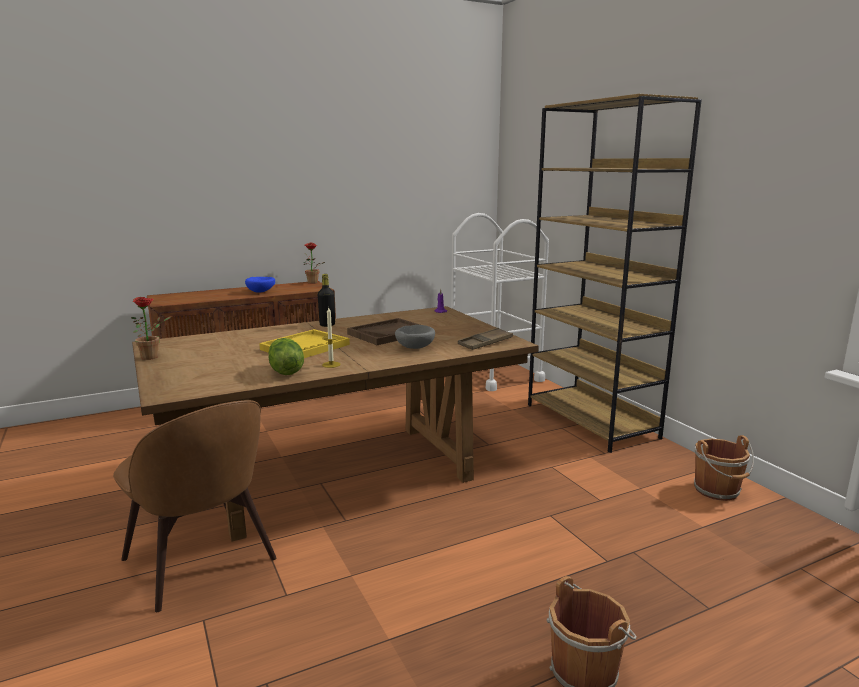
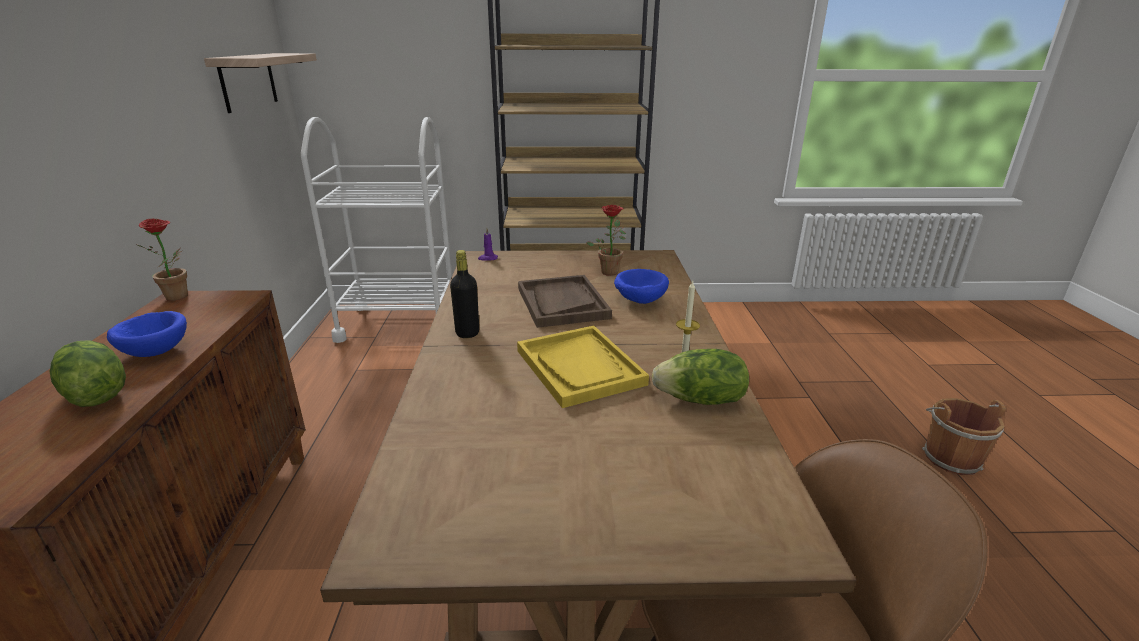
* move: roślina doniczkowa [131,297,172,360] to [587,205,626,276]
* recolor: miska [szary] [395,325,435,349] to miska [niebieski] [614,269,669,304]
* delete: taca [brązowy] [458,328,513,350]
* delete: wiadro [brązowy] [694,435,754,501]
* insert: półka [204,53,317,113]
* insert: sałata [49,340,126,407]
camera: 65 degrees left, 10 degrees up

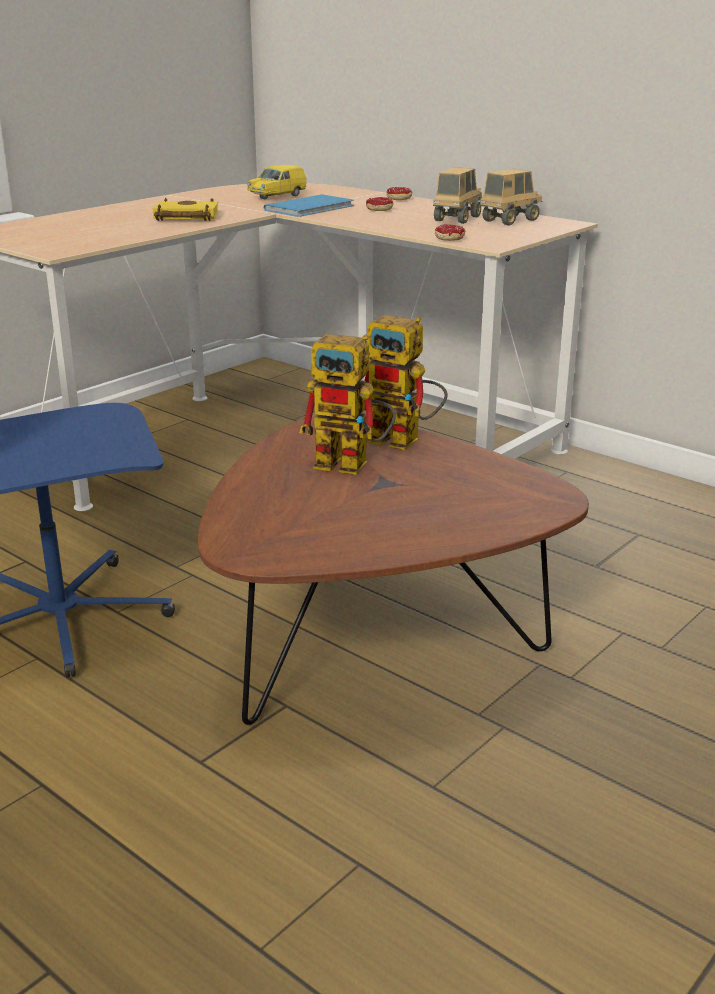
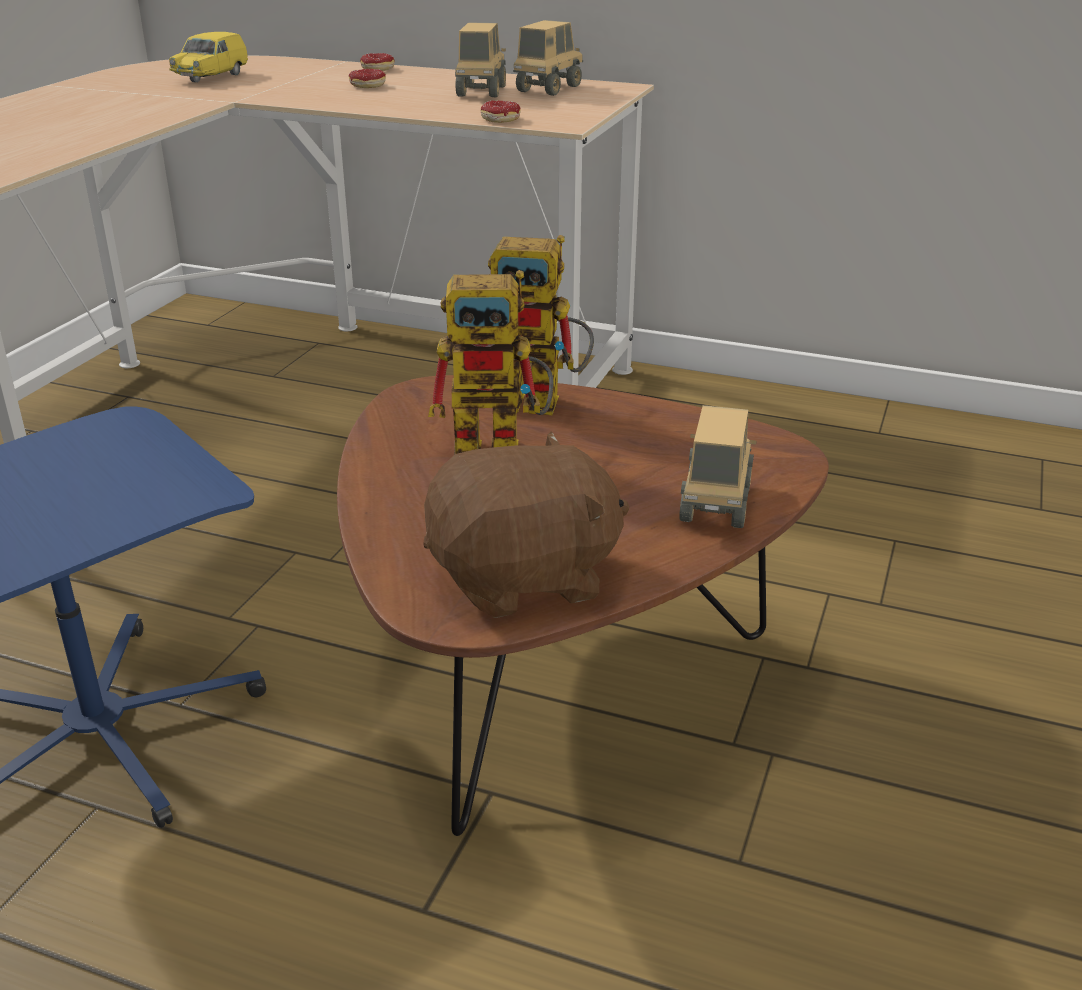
* delete: książka [niebieski] [263,194,354,217]
* delete: książka [żółty] [153,198,219,221]
* insert: ciężarówka zabawkowa [679,405,756,528]
* insert: pluszak [brązowy] [423,432,630,618]
camera: 20 degrees left, 5 degrees up

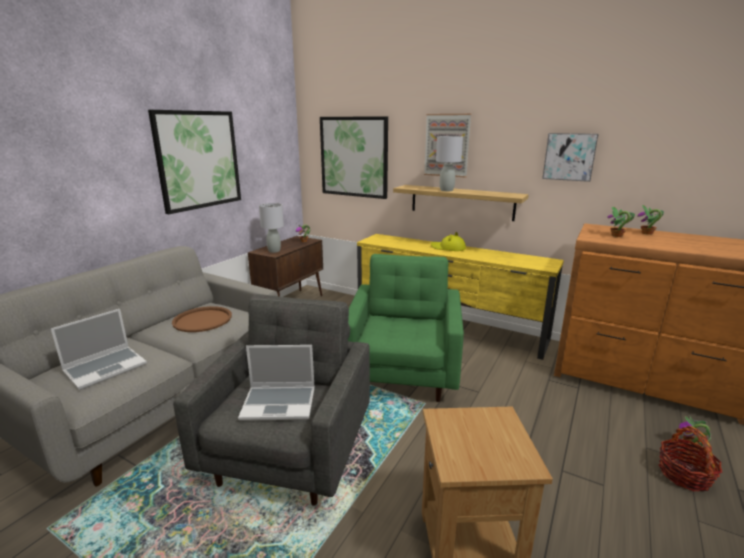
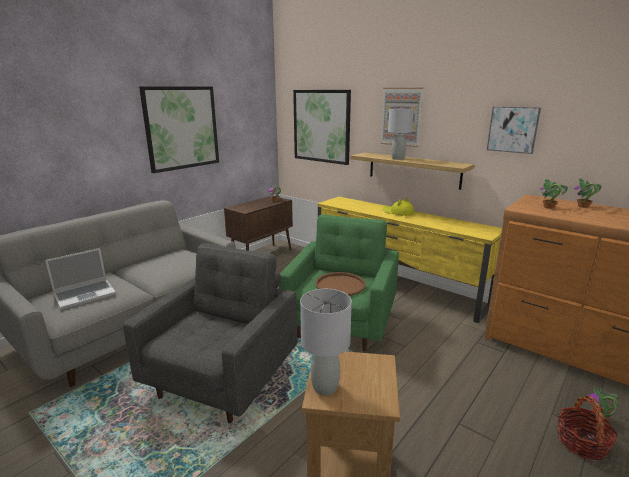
* move: lampa stołowa [szary] [259,203,284,253] to [300,289,352,395]
* move: taca [brązowy] [172,306,232,332] to [315,272,366,296]
* delete: laptop [238,345,315,421]
camera: 10 degrees right, 0 degrees up

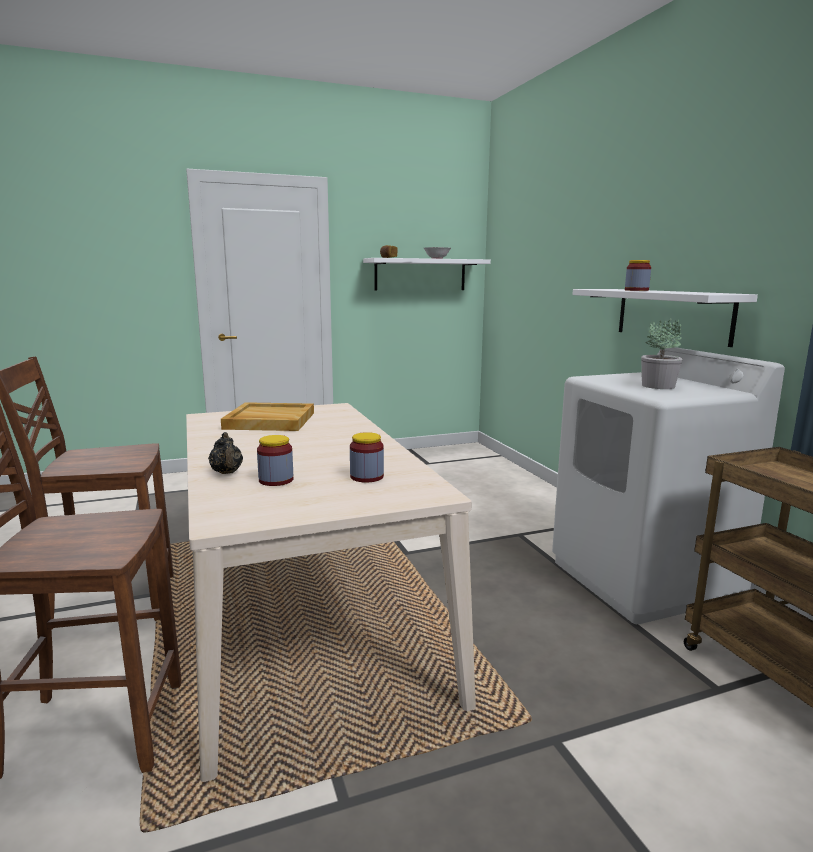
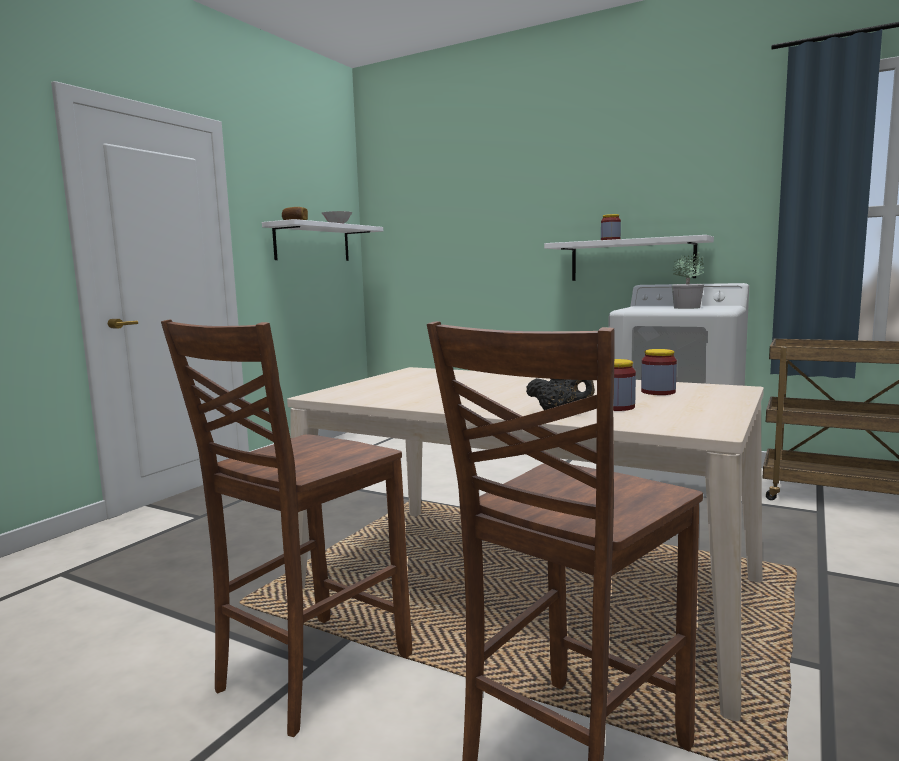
* delete: taca [beżowy] [221,402,314,431]
camera: 40 degrees left, 5 degrees down

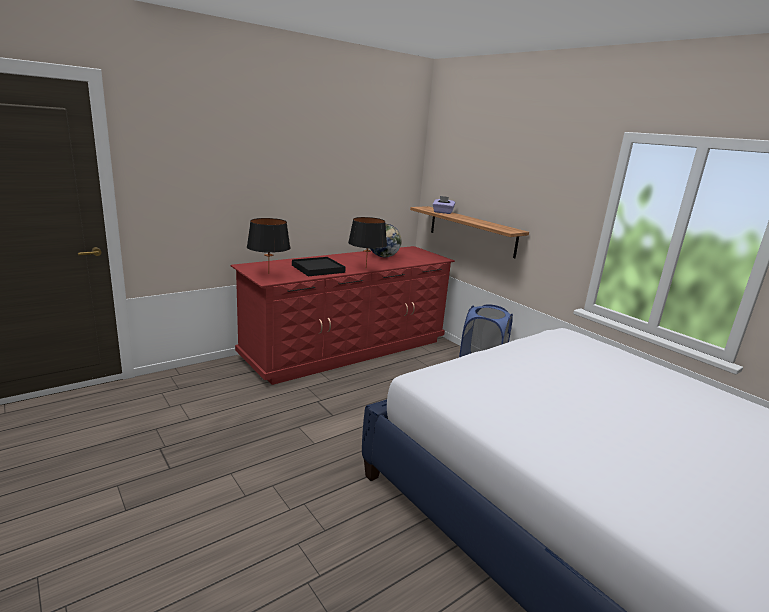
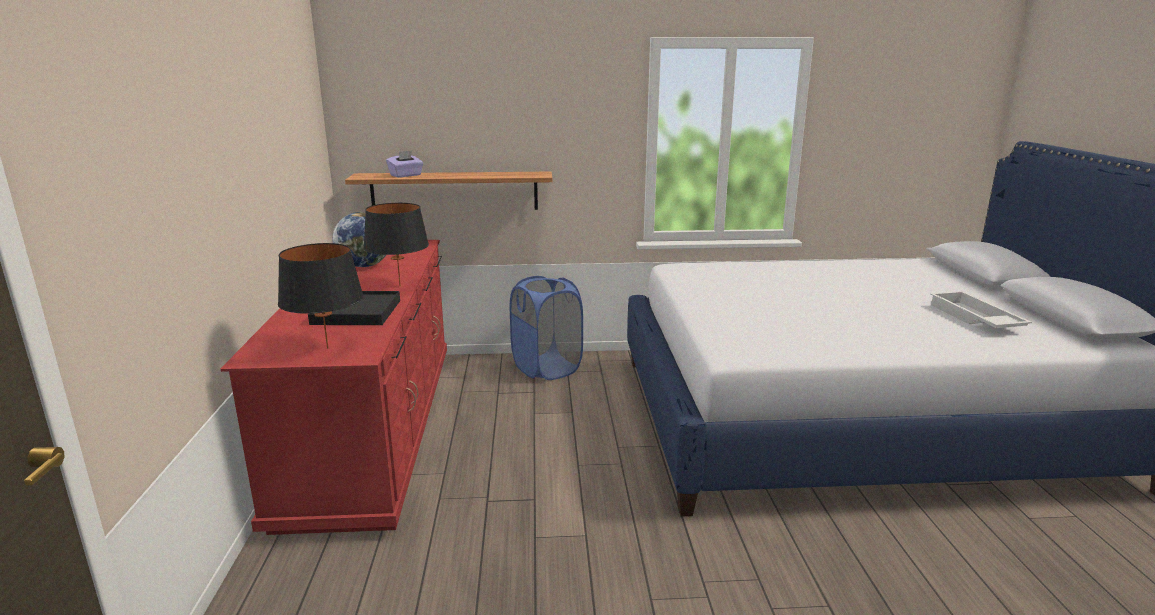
* insert: taca [biały] [930,291,1032,328]
camera: 55 degrees left, 0 degrees up

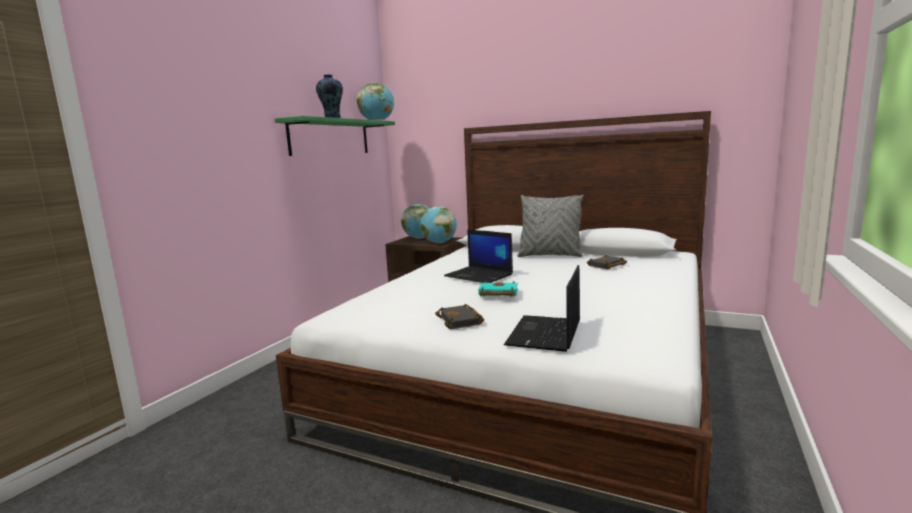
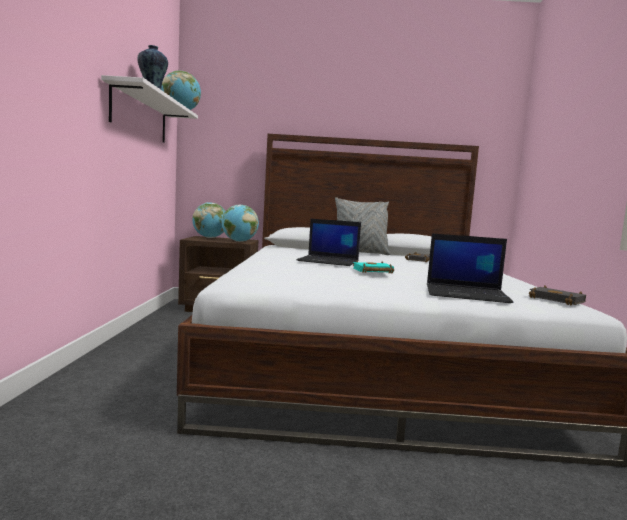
* recolor: półka [zielony] [275,116,395,156] to półka [biały] [101,75,198,143]
* rotate: laptop [504,265,580,352] = [427,233,513,303] 75 degrees counterclockwise
* move: książka [czarny] [435,304,484,329] to [529,285,586,306]
camera: 25 degrees left, 5 degrees down

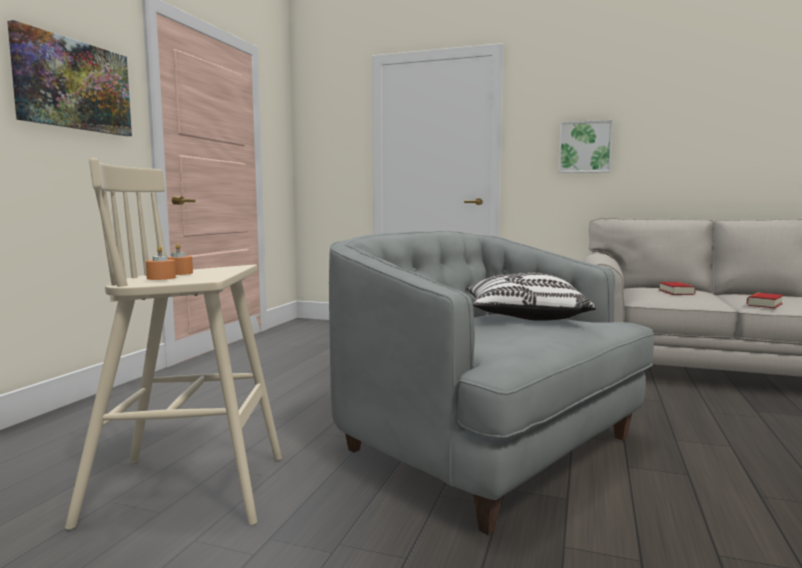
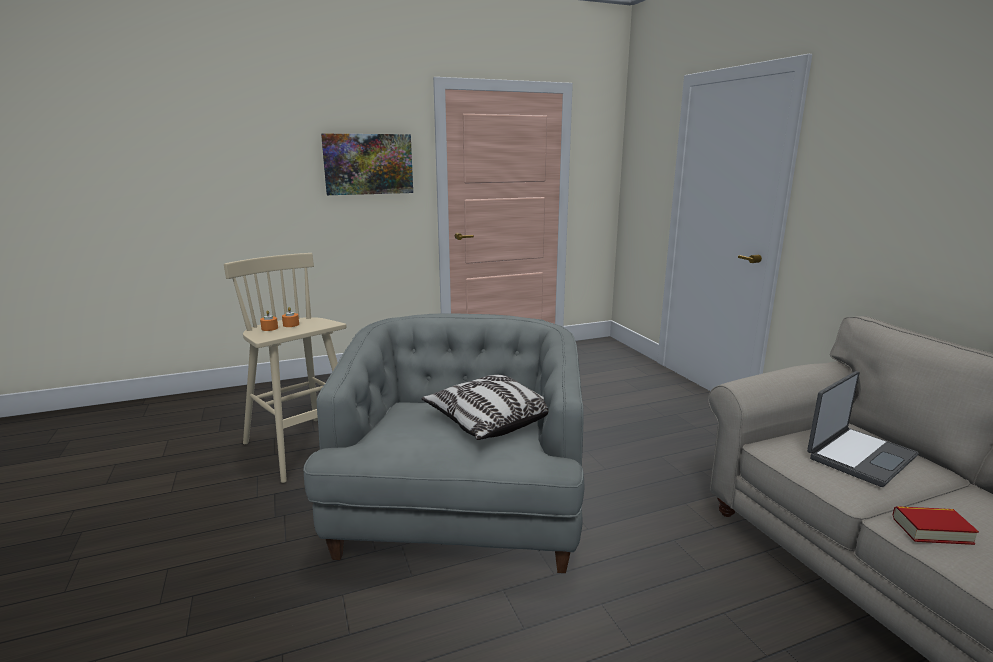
* delete: obraz [558,120,613,173]
* replace: książka [659,282,696,295] to laptop [807,371,919,487]
camera: 50 degrees right, 10 degrees up

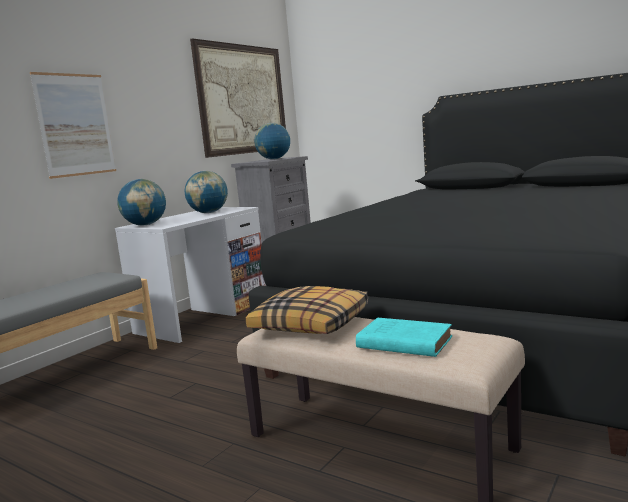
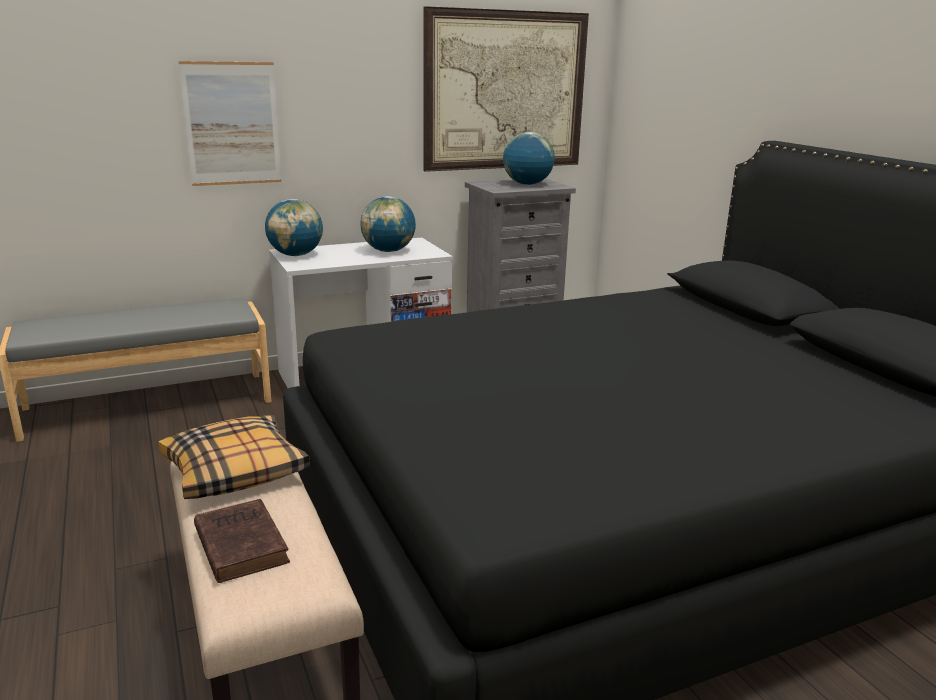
* recolor: książka [turkusowy] [356,318,452,357] to książka [brązowy] [194,499,290,583]
camera: 30 degrees right, 10 degrees up

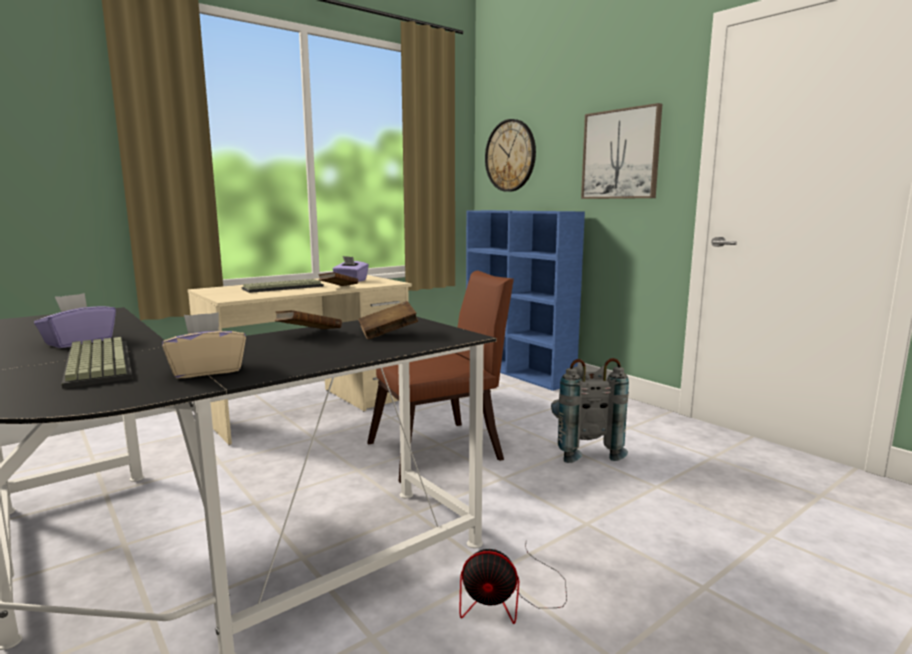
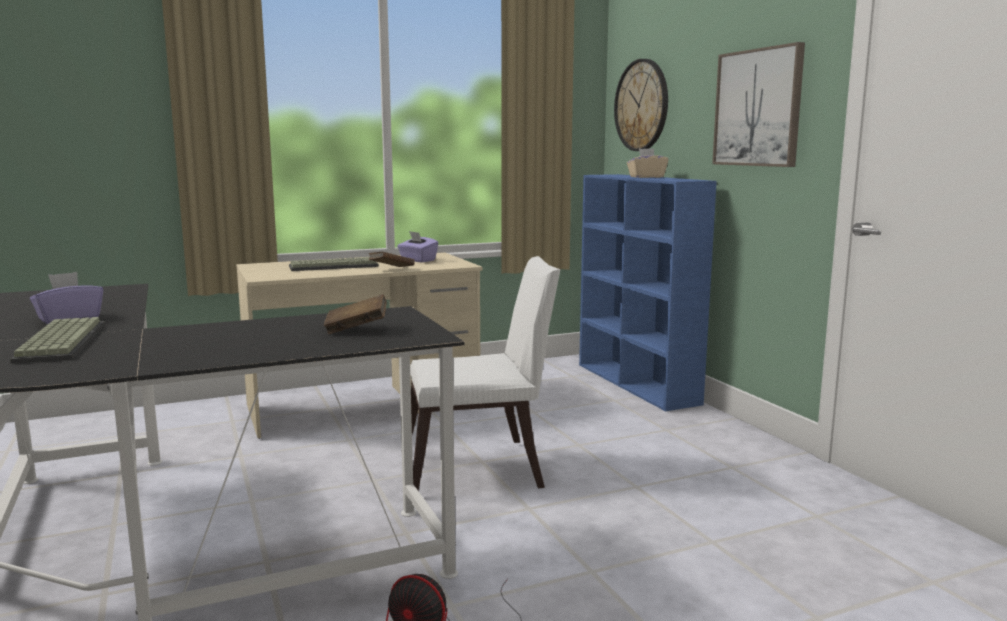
* recolor: krzesło [brązowy] [367,271,514,483] to krzesło [biały] [401,256,561,491]
* delete: książka [brązowy] [275,310,342,329]
* move: pudełko chusteczek [beżowy] [162,312,246,379] to [627,148,668,178]
* delete: plecak [szary] [551,358,629,463]
camera: 15 degrees right, 0 degrees up

